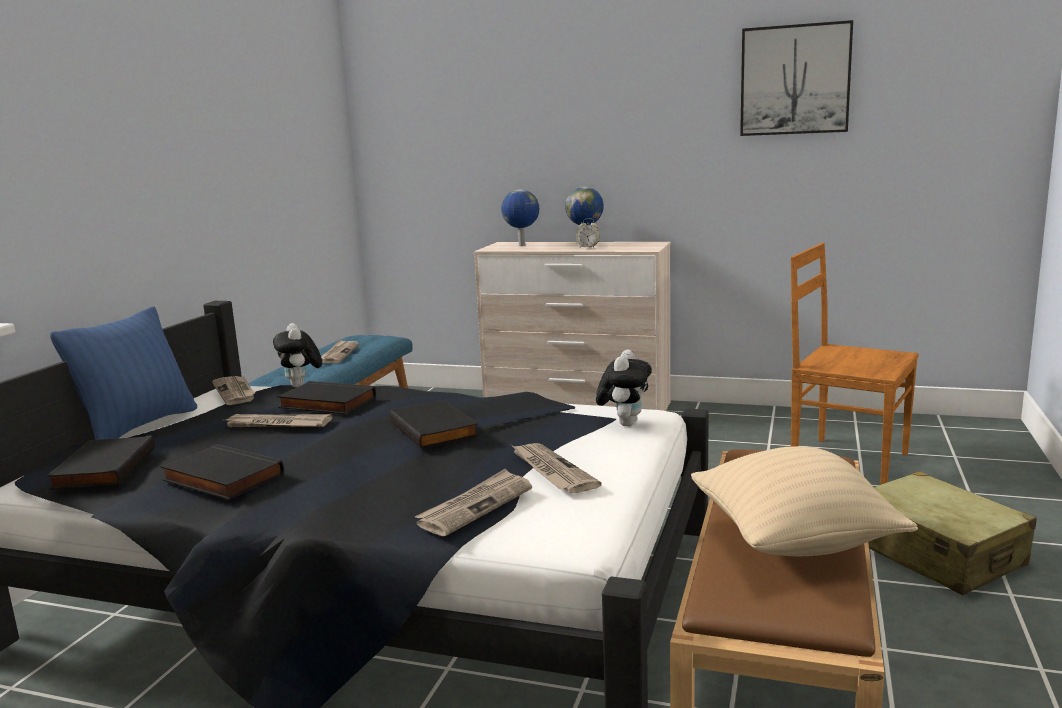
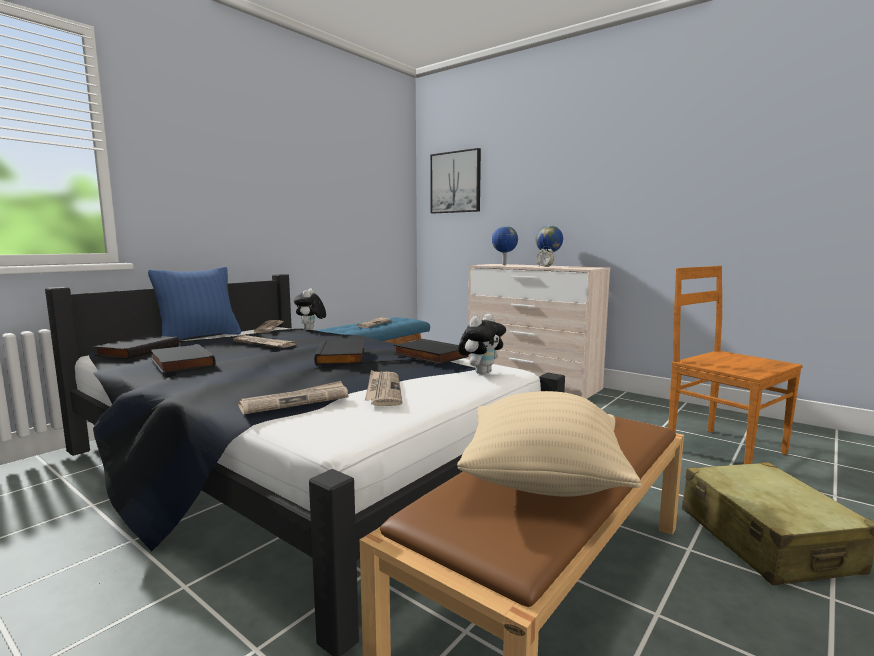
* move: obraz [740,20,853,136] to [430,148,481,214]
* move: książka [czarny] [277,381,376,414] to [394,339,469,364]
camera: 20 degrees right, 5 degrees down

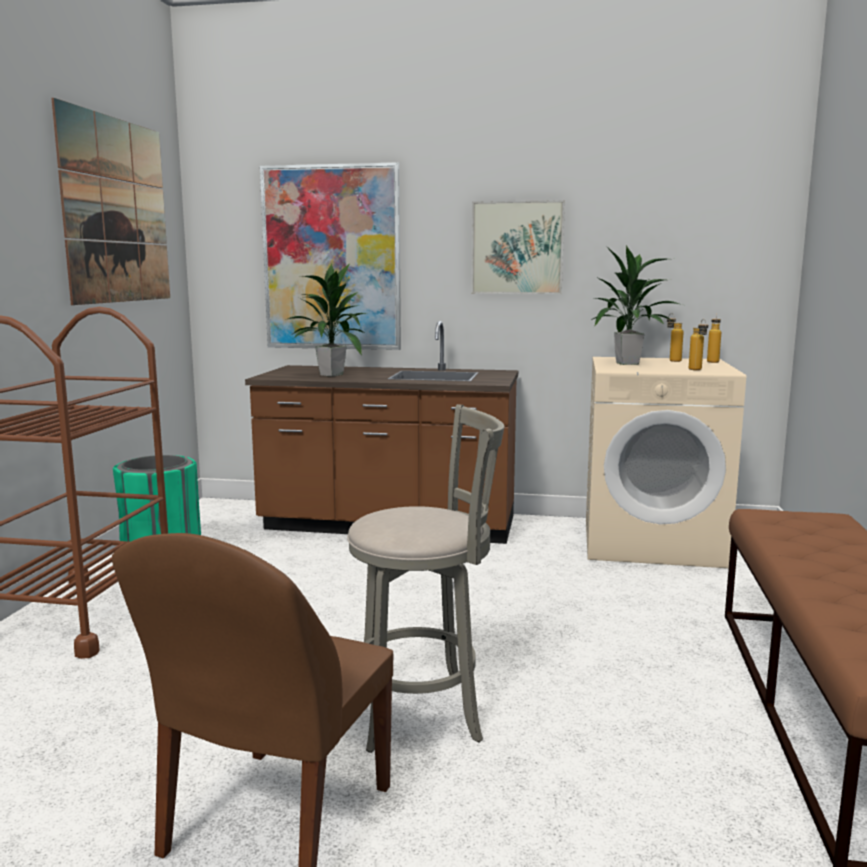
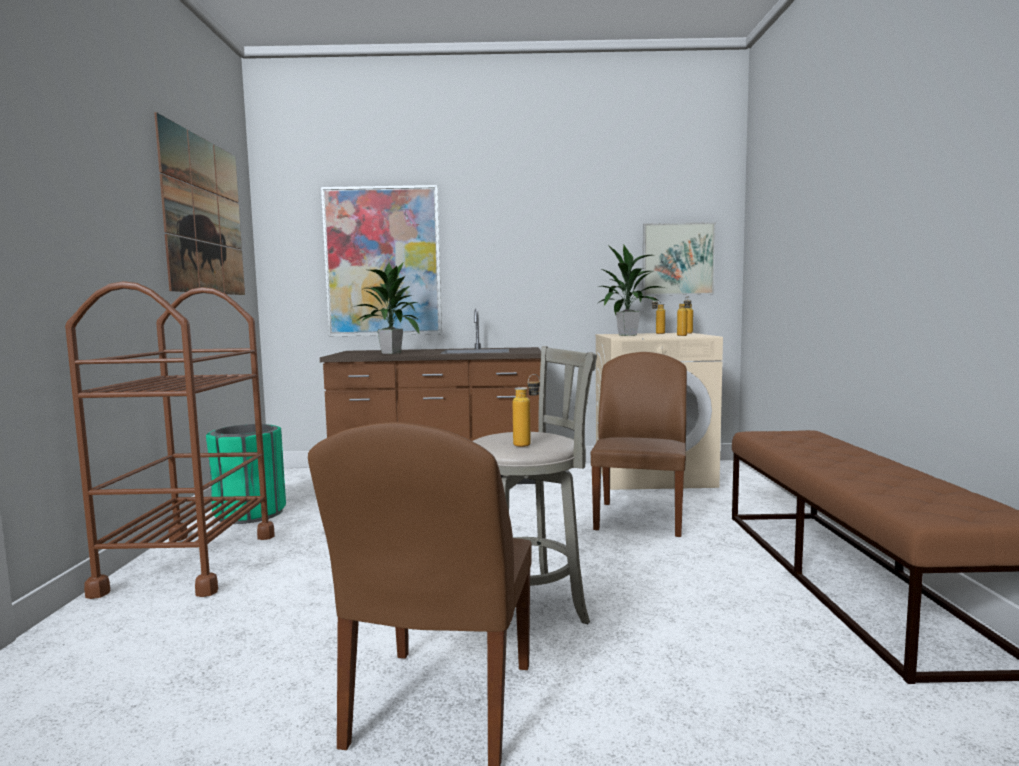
* move: obraz [471,200,565,294] to [642,222,716,296]
* insert: krzesło [brązowy] [591,352,687,537]
* insert: butelka [513,374,540,447]
camera: 10 degrees left, 5 degrees down

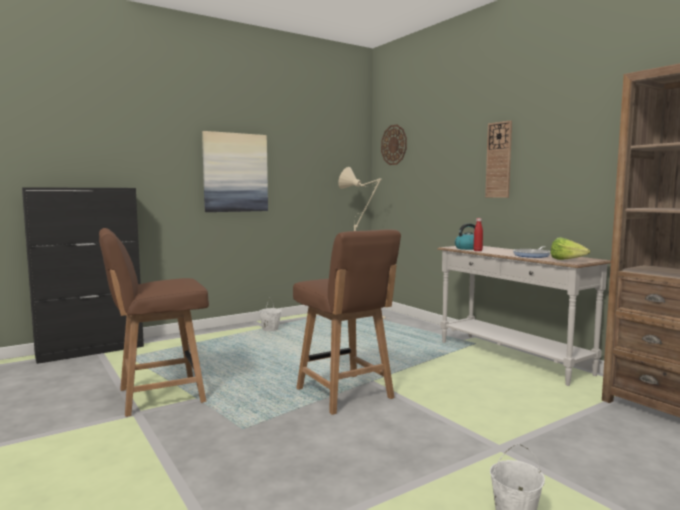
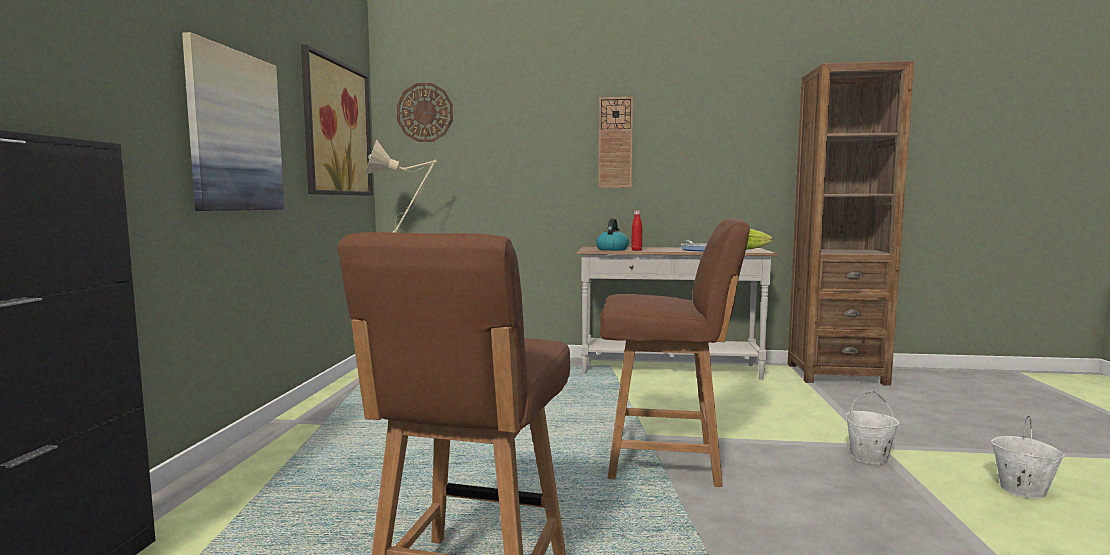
* move: wiadro [biały] [258,298,282,331] to [846,391,899,464]
* insert: obraz [301,44,373,196]
camera: 50 degrees left, 0 degrees up

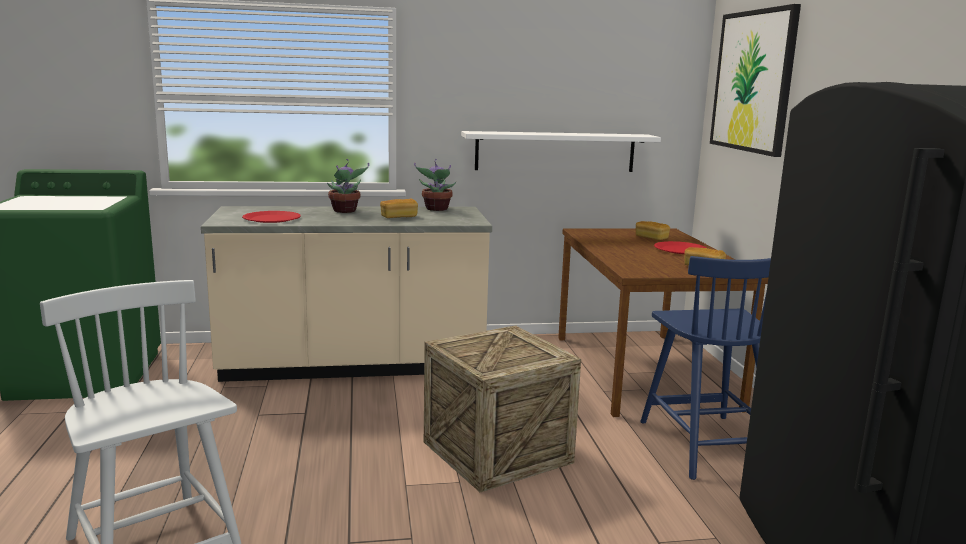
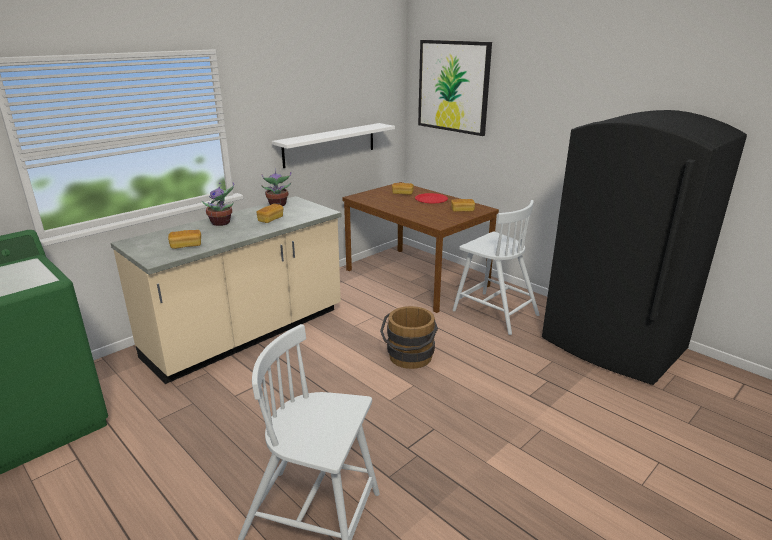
* replace: talerz [czerwony] [242,211,301,223] to chleb [168,230,201,249]
* recolor: krzesło [niebieski] [640,256,771,480] to krzesło [biały] [452,200,540,335]
* replace: skrzynka [424,325,581,492] to wiadro [brązowy] [380,306,438,369]
camera: 35 degrees left, 10 degrees up

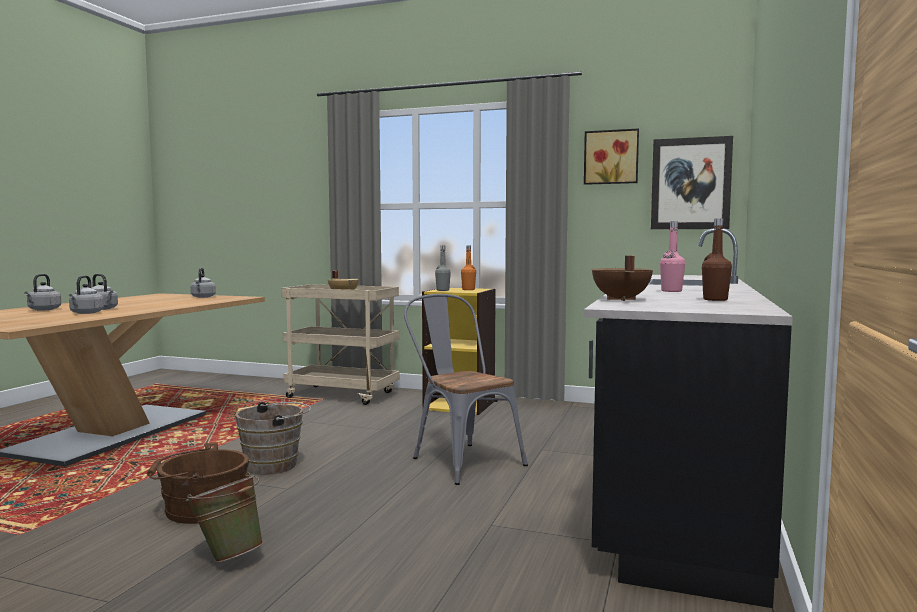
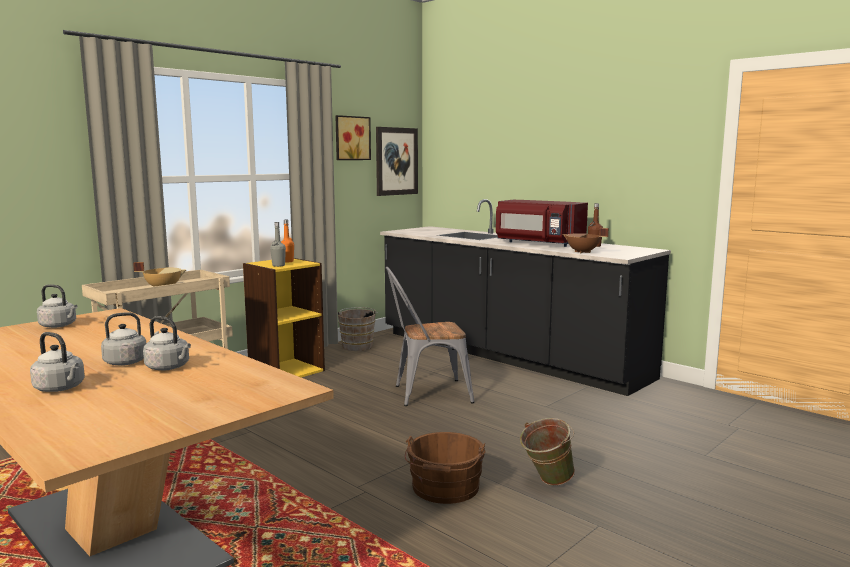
* replace: butelka [różowy] [660,222,685,292] to mikrofalówka [czerwony] [496,200,588,247]
* move: wiadro [brązowy] [235,402,311,475] to [336,307,378,351]
camera: 65 degrees left, 5 degrees up

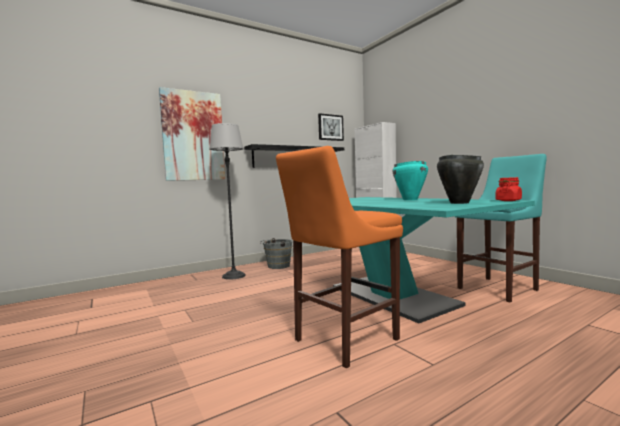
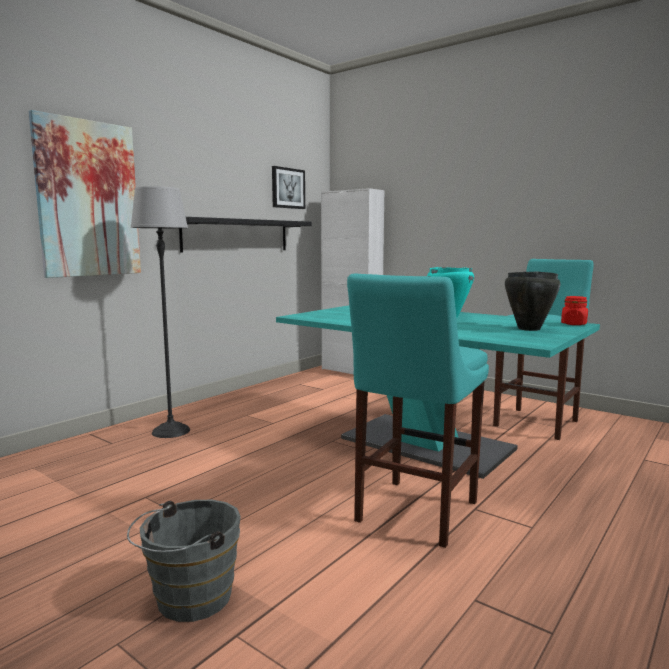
* recolor: stołek [pomarańczowy] [276,146,403,368] to stołek [turkusowy] [347,274,489,548]
* move: wiadro [szary] [260,238,292,269] to [127,500,241,622]
camera: 20 degrees left, 5 degrees up

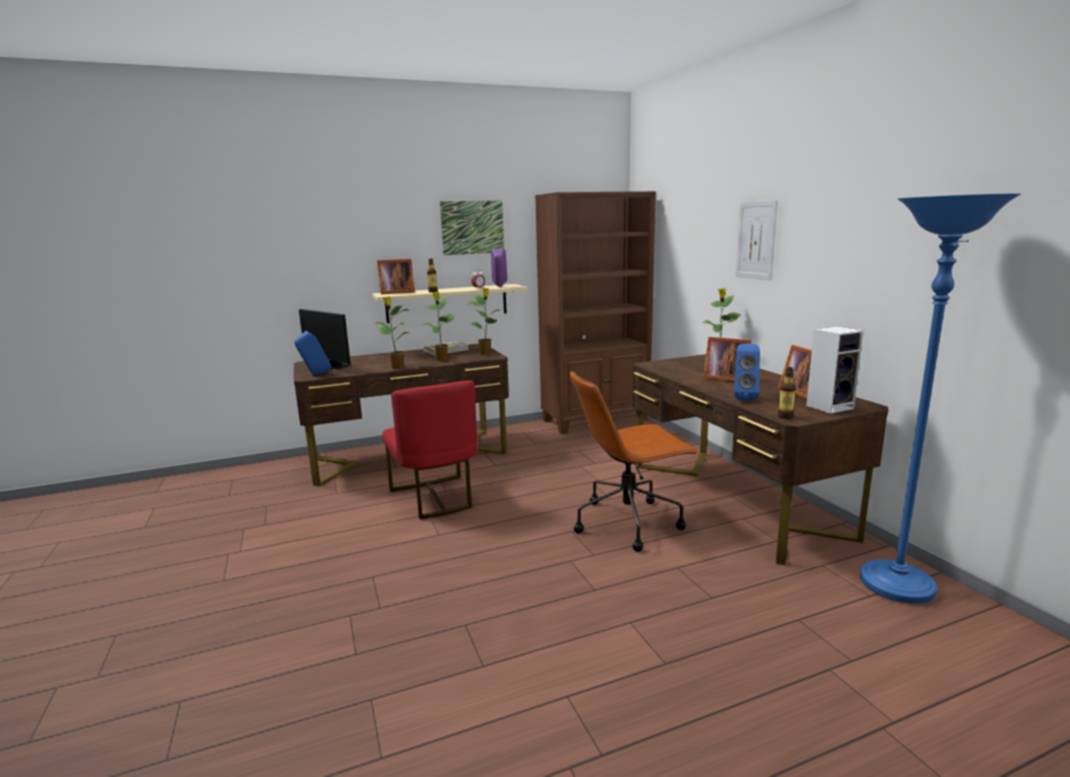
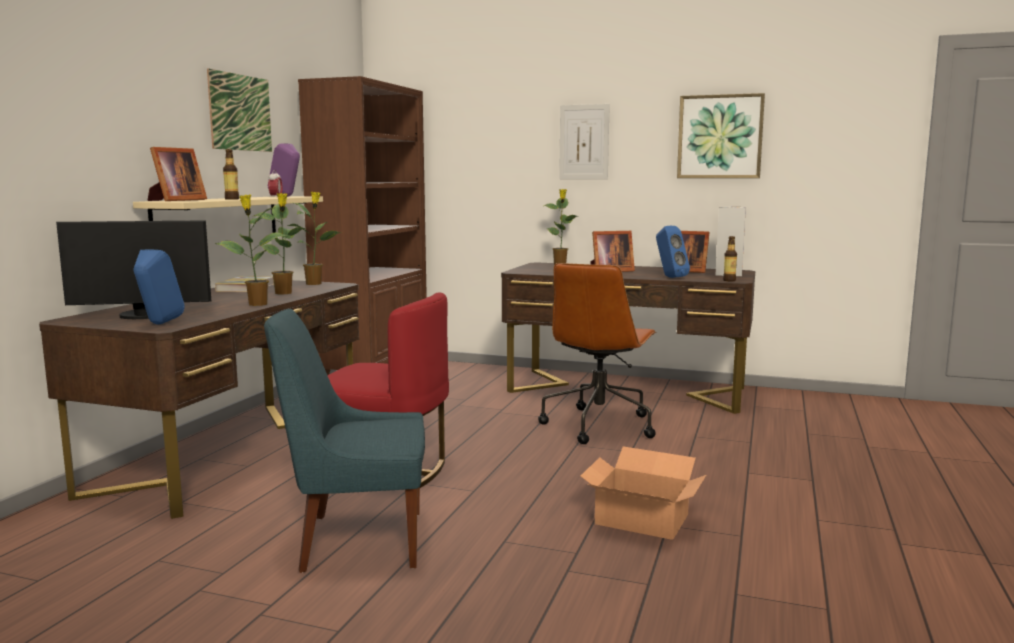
* delete: lampa stojąca [niebieski] [860,193,1021,604]
* insert: obraz [677,93,765,178]
* insert: krzesło [niebieski] [264,309,425,573]
* insert: karton [581,446,706,540]
camera: 50 degrees left, 5 degrees down

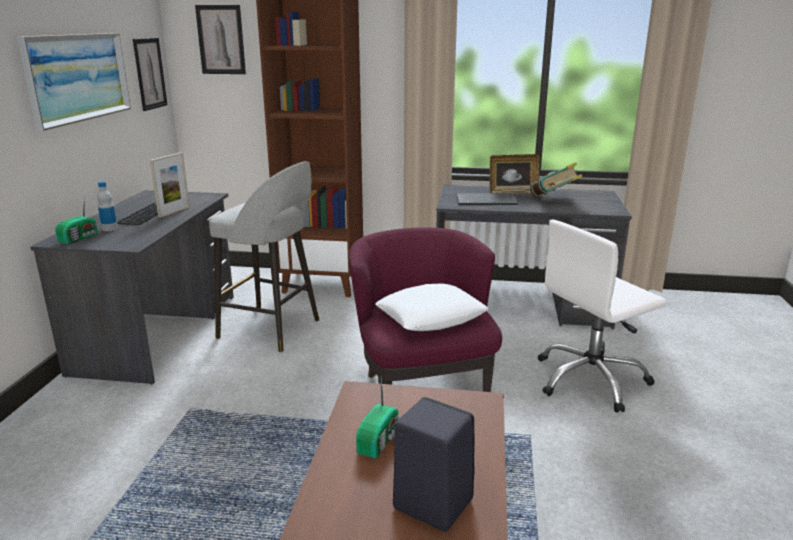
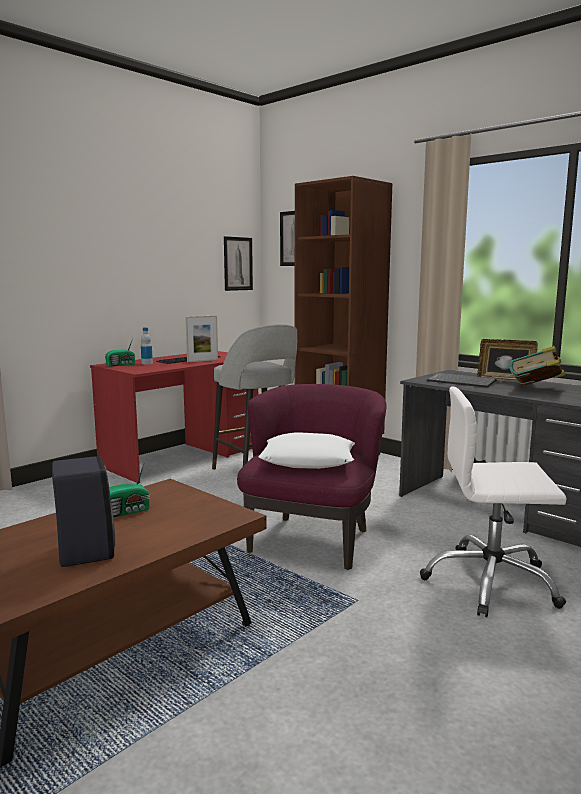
* delete: obraz [17,33,131,131]
* recolor: biurko [szary] [30,190,234,385] to biurko [czerwony] [90,351,258,484]
camera: 35 degrees right, 10 degrees down

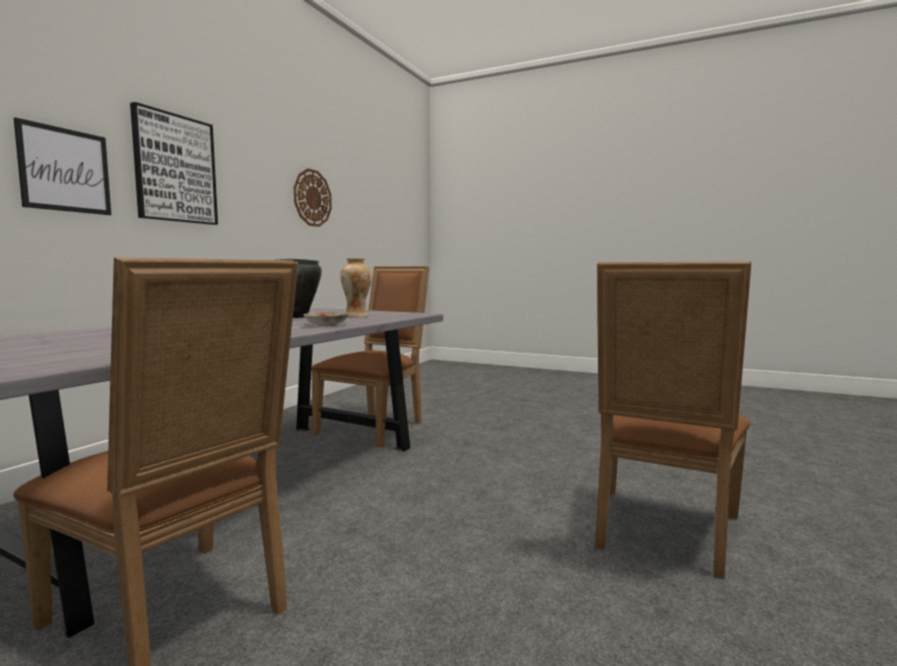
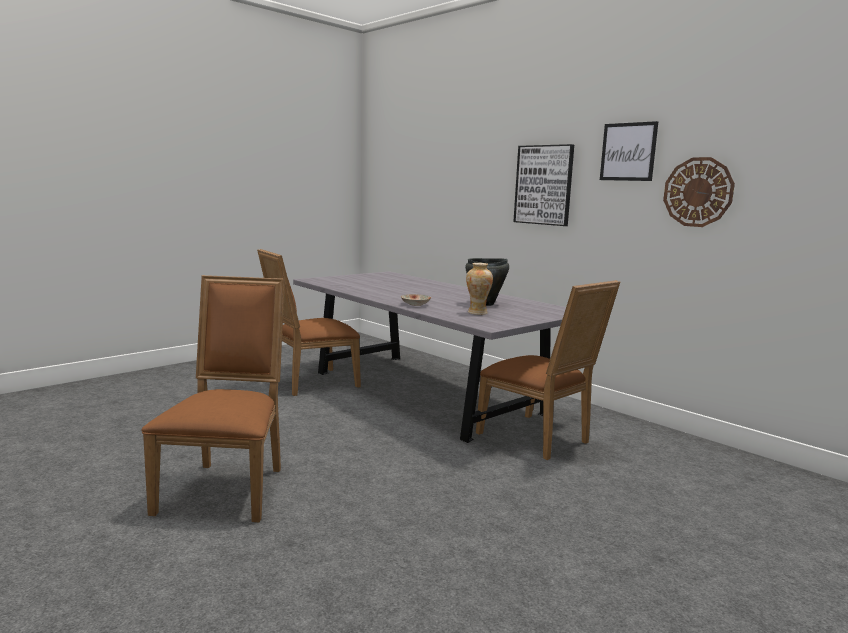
* move: obraz [14,117,111,215] to [600,121,658,181]
* rotate: krzesło [brązowy] [595,261,751,579] = [142,275,285,522] 45 degrees clockwise
camera: 110 degrees right, 5 degrees up

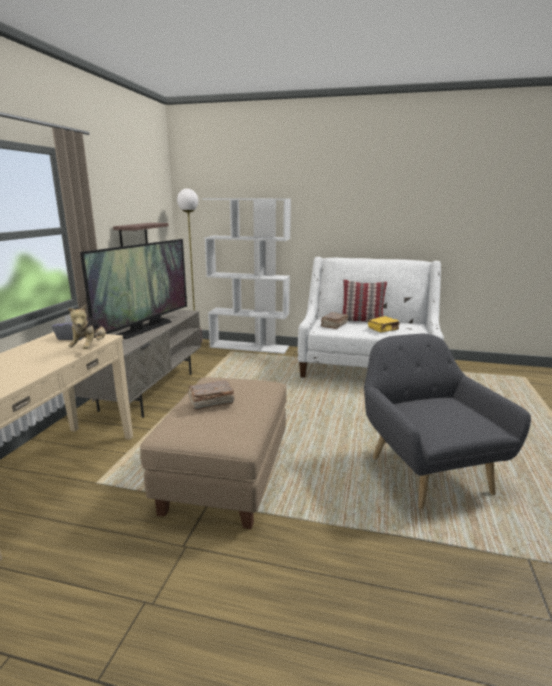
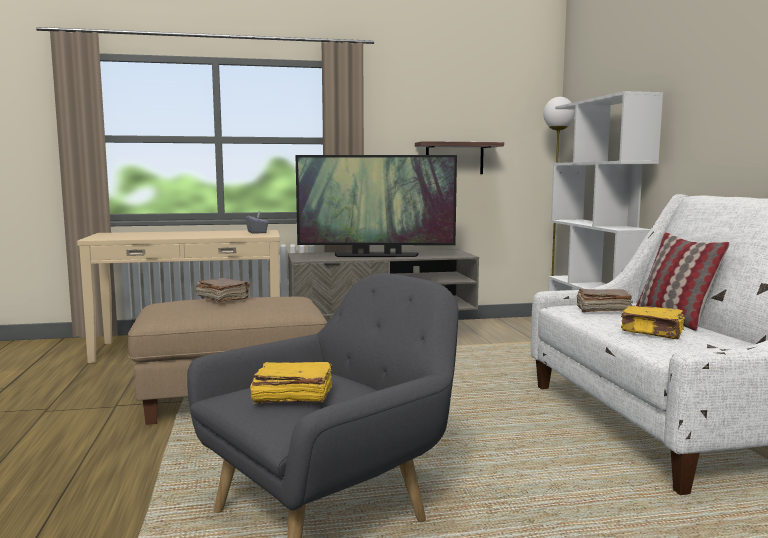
* delete: pluszak [68,305,106,349]
* insert: książka [żółty] [250,362,332,404]
camera: 65 degrees right, 10 degrees down

